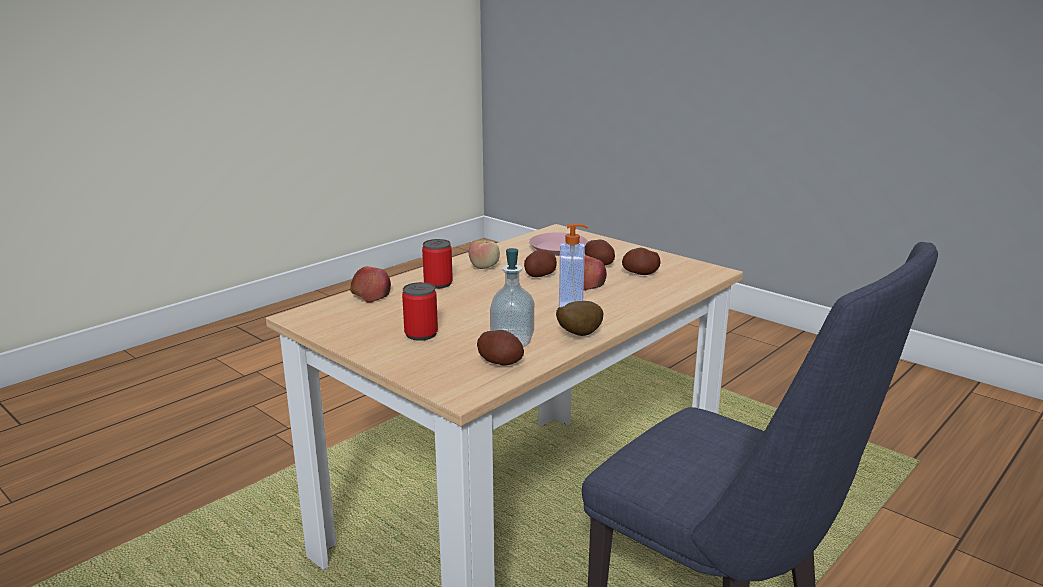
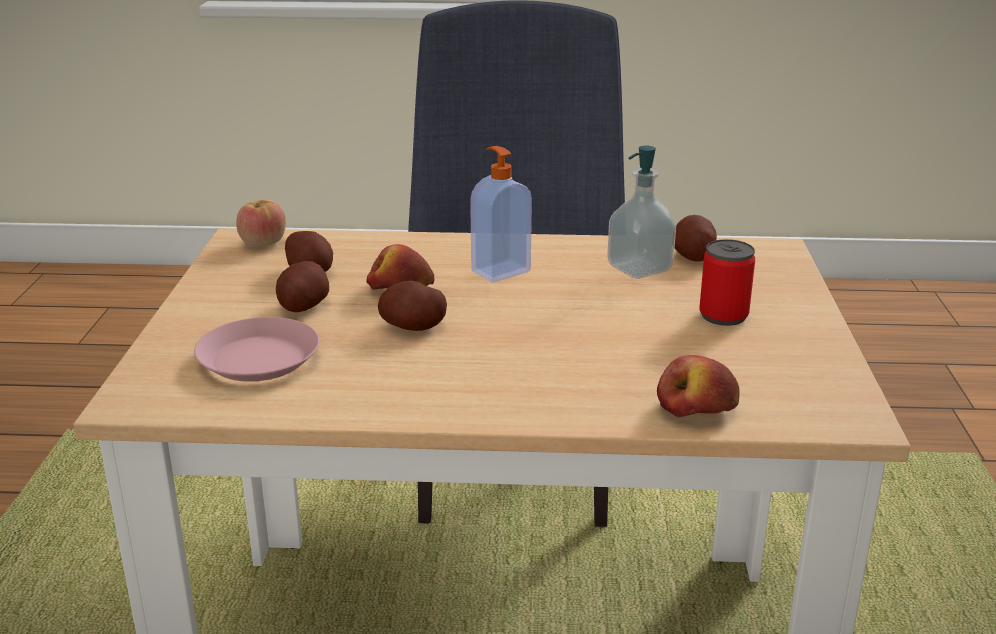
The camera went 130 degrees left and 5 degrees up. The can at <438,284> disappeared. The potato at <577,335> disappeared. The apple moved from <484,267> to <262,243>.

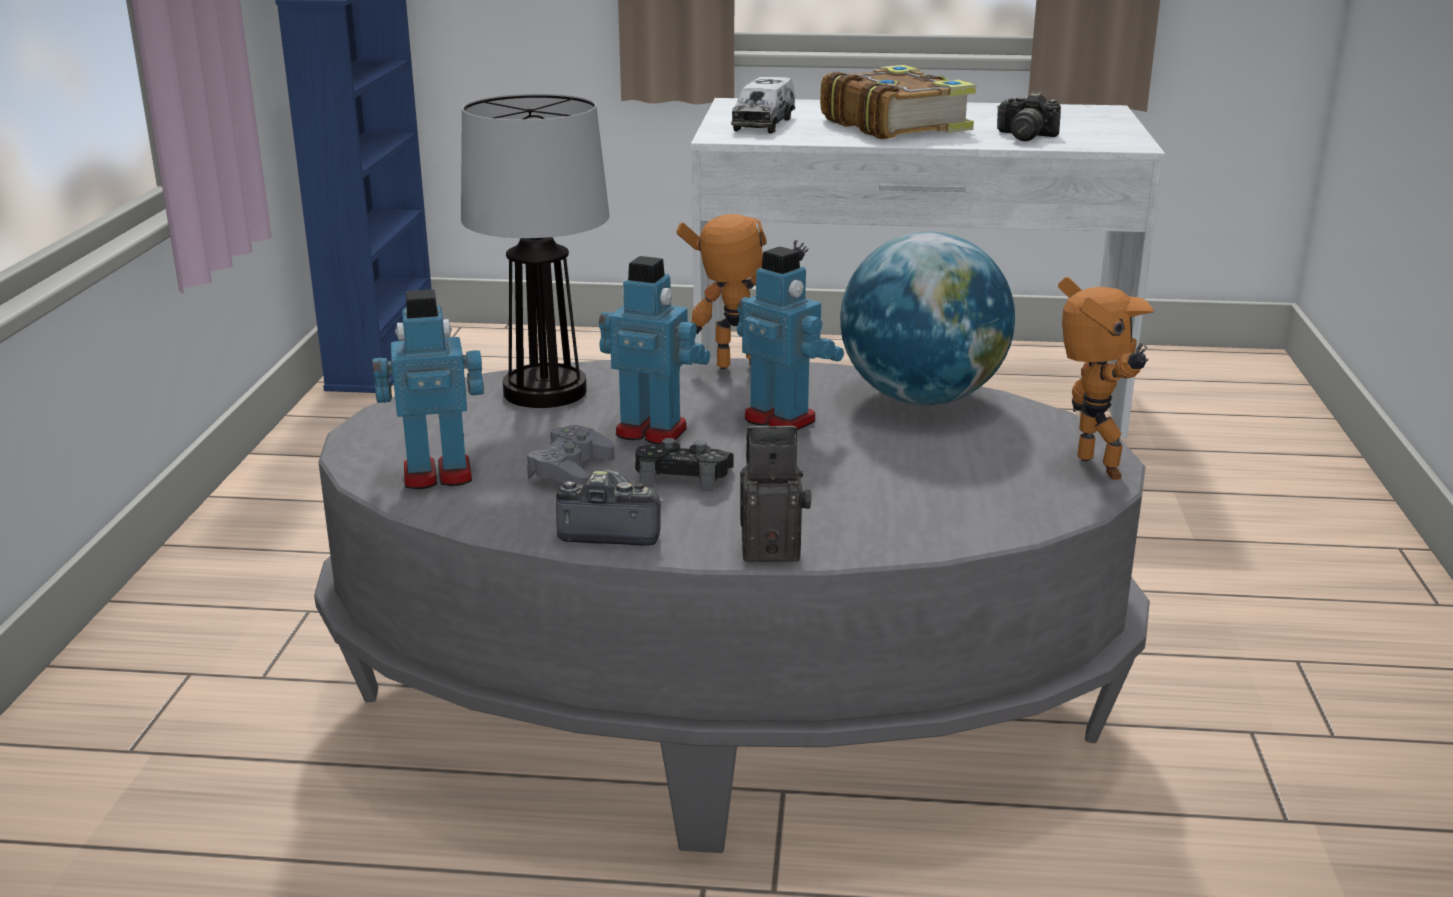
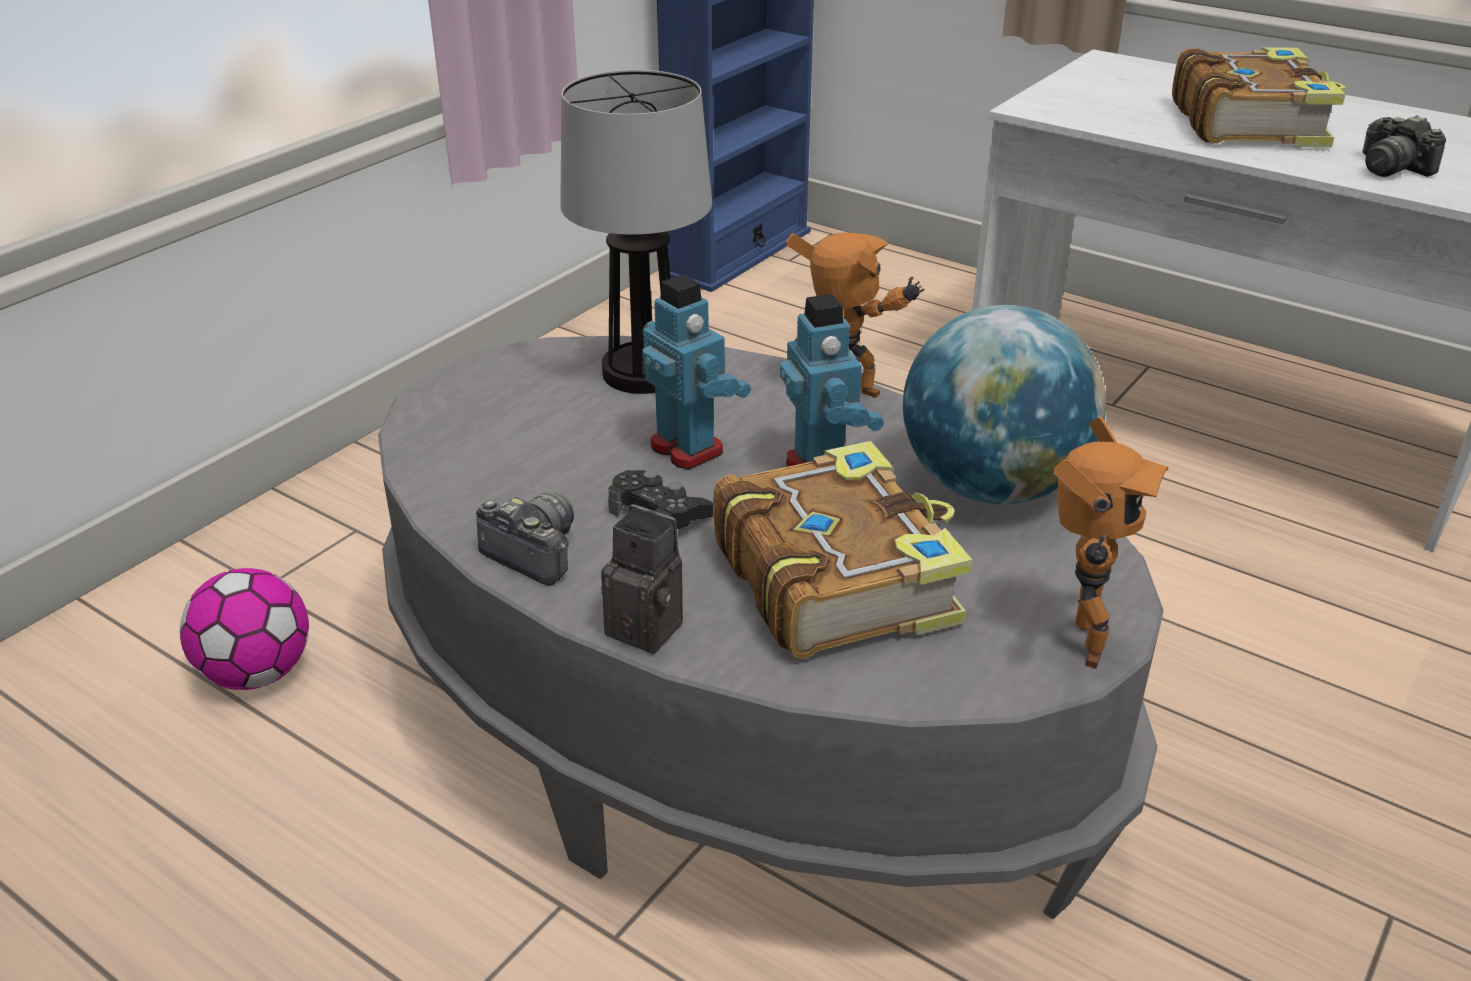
The camera went 30 degrees right and 10 degrees up. The toy robot at <437,474> disappeared. The game controller (grey) at <571,470> disappeared. The toy truck at <764,123> disappeared. The football at <257,674> appeared. The book at <835,577> appeared.

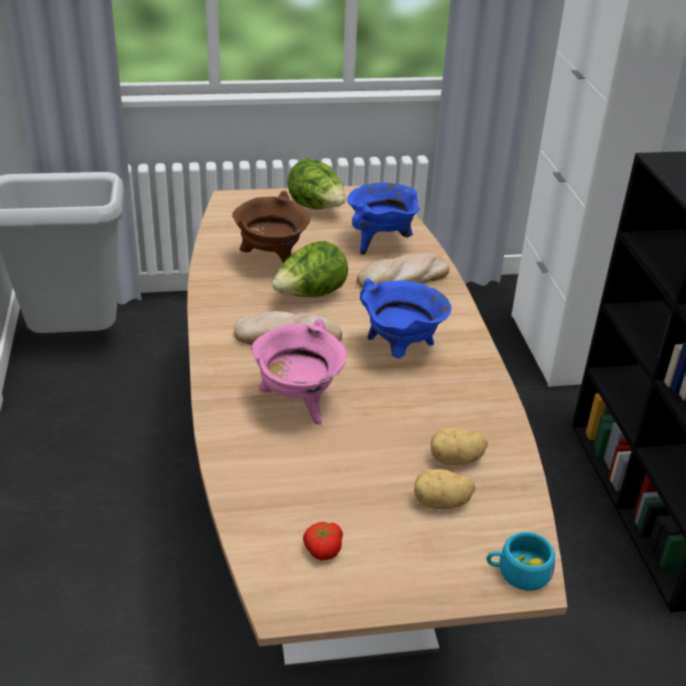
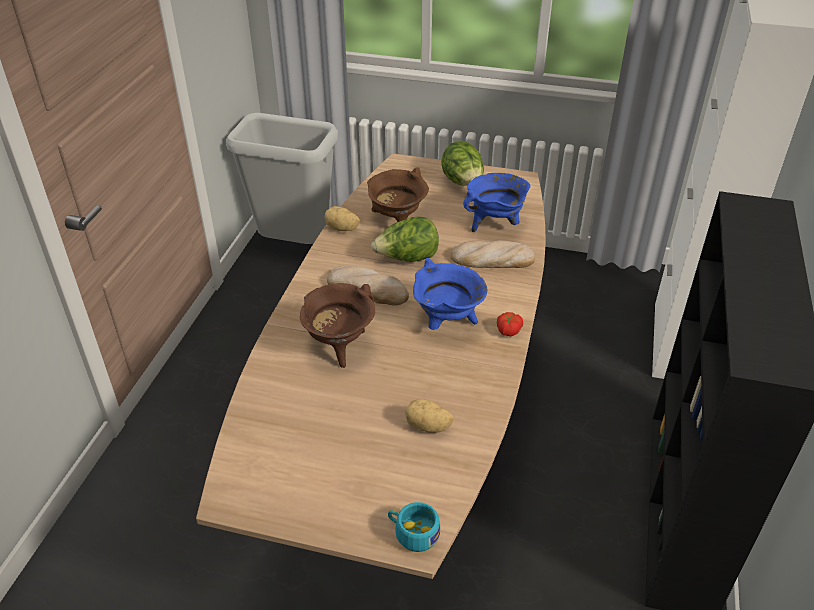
The camera went 25 degrees right and 5 degrees up. The tomato moved from <322,549> to <508,330>. The potato moved from <441,503> to <342,229>. The cooking pot (pink) at <299,403> became the cooking pot (brown) at <339,346>.

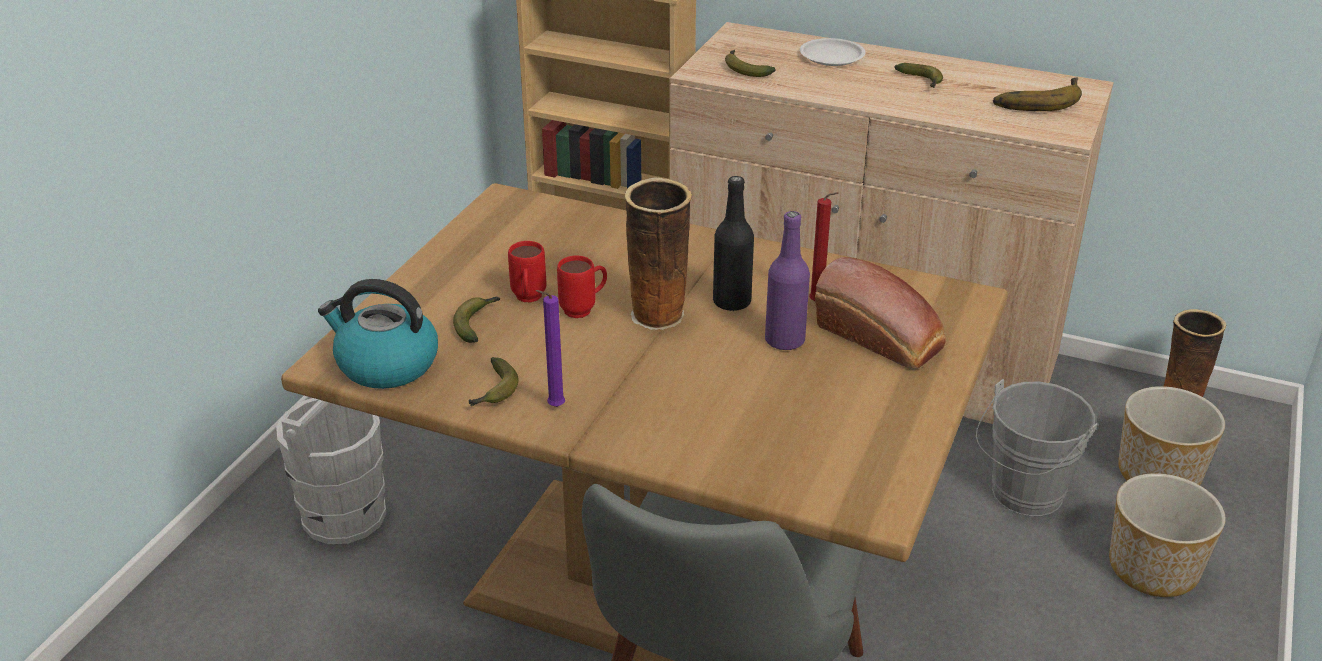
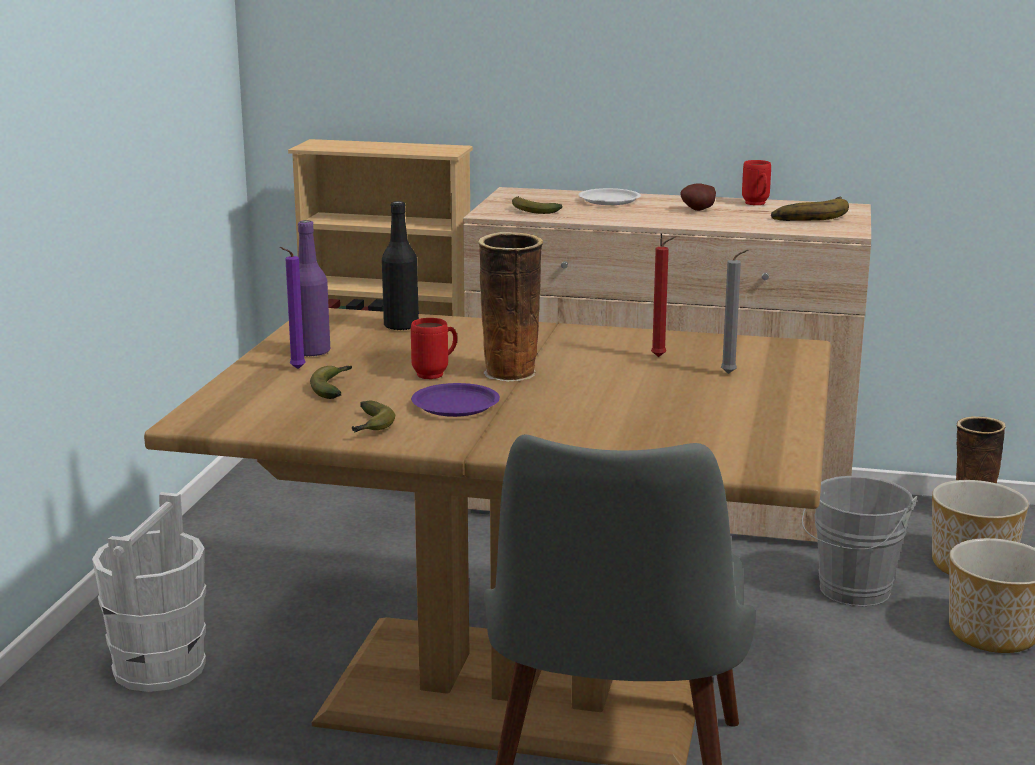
The camera went 10 degrees left and 15 degrees down. The kettle at <385,365> disappeared. The plate (purple) at <455,406> appeared. The mug (red) moved from <528,300> to <757,205>. The candle (purple) moved from <553,407> to <295,369>. The bottle (black) moved from <731,302> to <401,326>. The bottle (purple) moved from <784,340> to <312,352>. The bread at <882,339> was replaced by the candle (grey) at <731,374>. The banana at <921,82> was replaced by the potato at <699,210>.

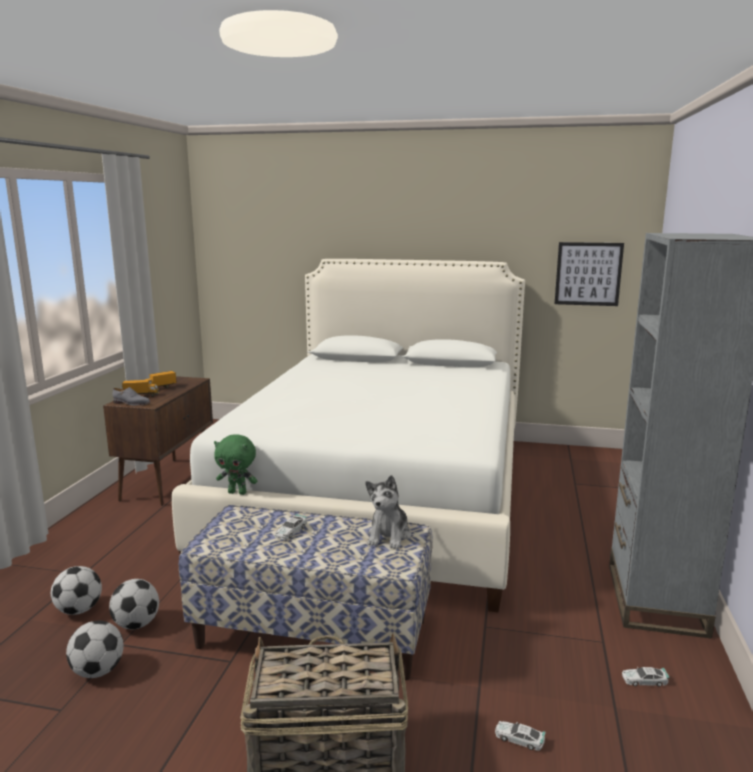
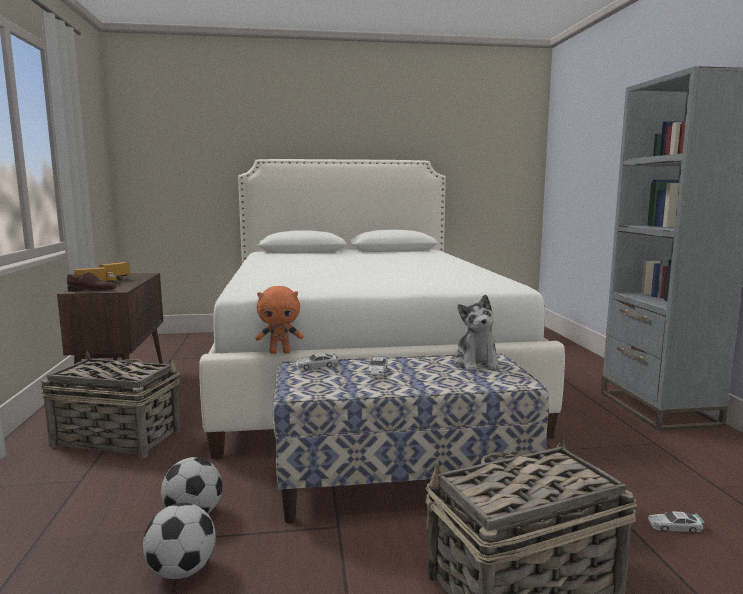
The camera went 20 degrees left and 5 degrees down. The football at <79,610> disappeared. The picture at <588,274> disappeared. The basket at <116,438> appeared. The toy car moved from <644,680> to <316,366>. The shoe (grey) at <131,403> became the shoe (brown) at <92,290>. The plush toy (green) at <238,492> became the plush toy (orange) at <280,352>.

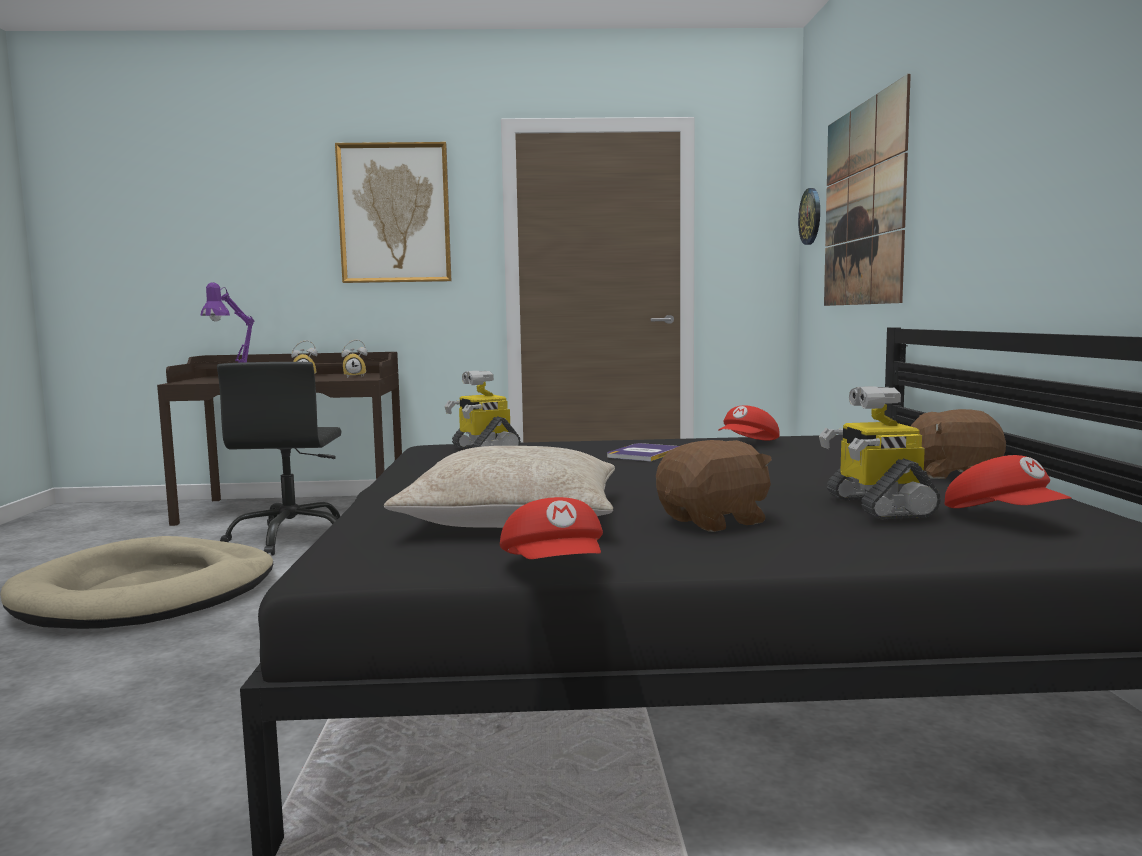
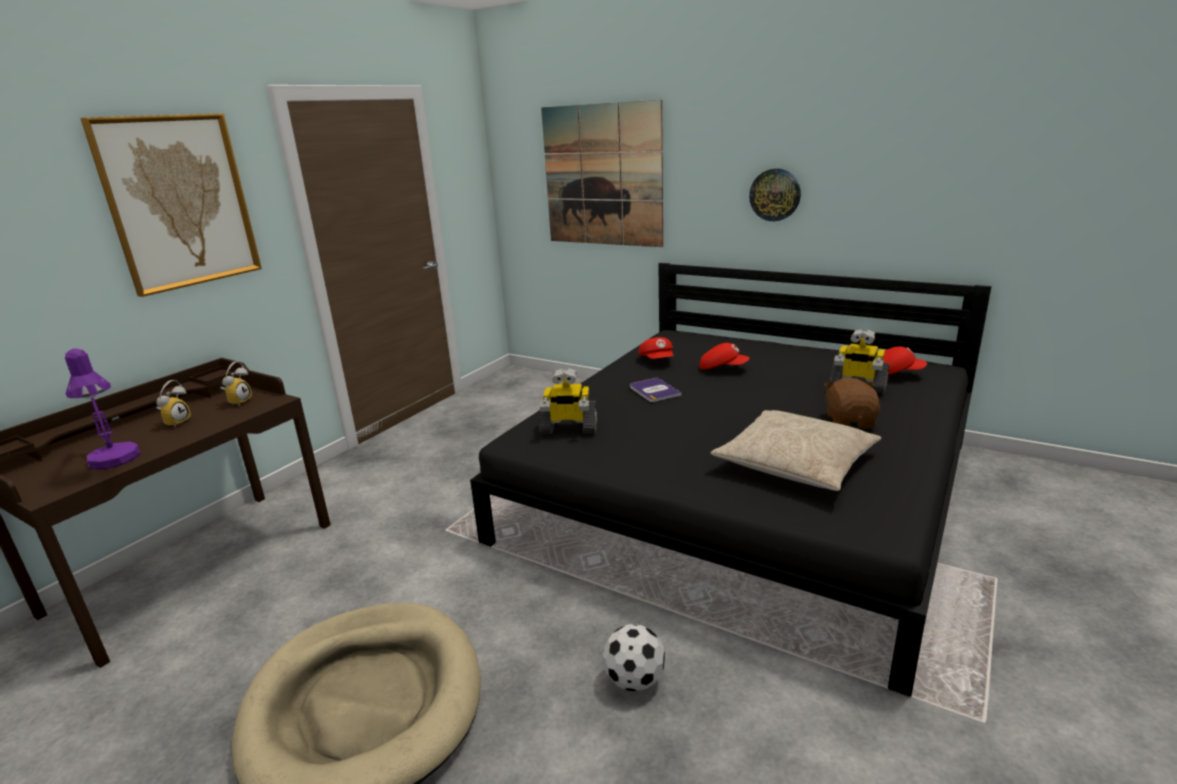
The camera went 55 degrees left and 15 degrees up. The office chair (black) at <291,537> disappeared. The plush toy (brown) at <952,474> disappeared. The football at <634,679> appeared. The cap (red) moved from <556,569> to <723,368>. The wall clock moved from <811,216> to <775,195>.

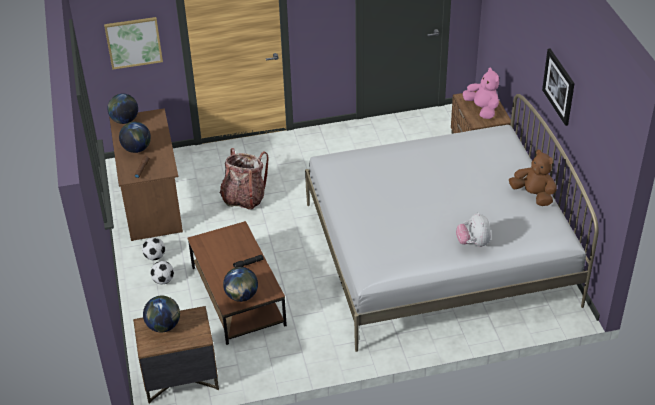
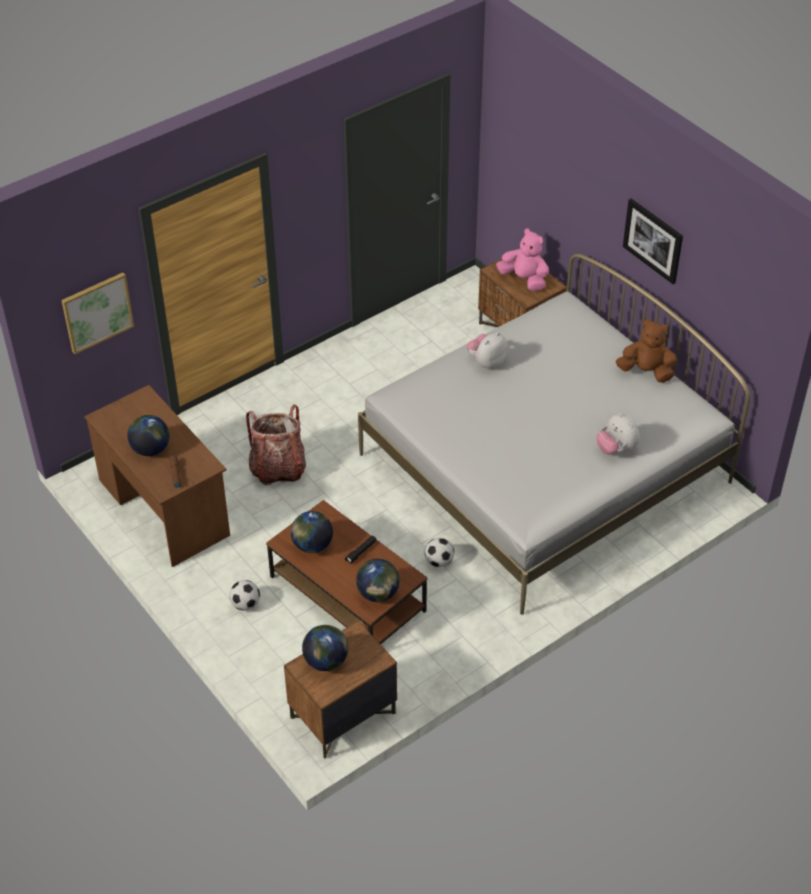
The camera went 25 degrees left and 5 degrees up. The plush toy at <487,362> appeared. The globe moved from <124,120> to <312,545>. The football moved from <155,257> to <439,561>.

